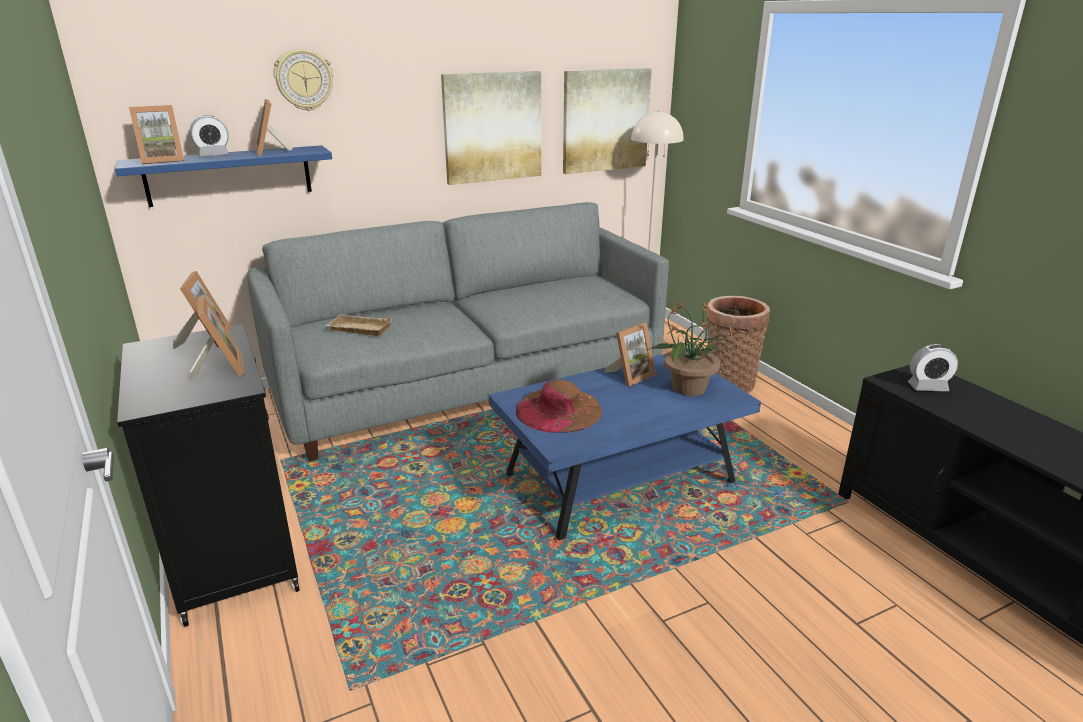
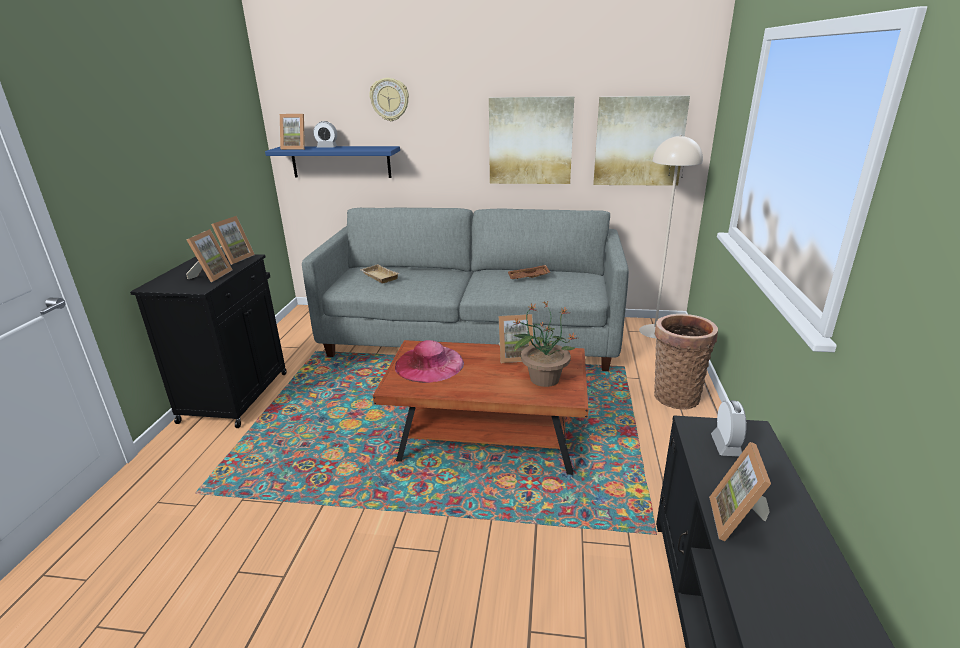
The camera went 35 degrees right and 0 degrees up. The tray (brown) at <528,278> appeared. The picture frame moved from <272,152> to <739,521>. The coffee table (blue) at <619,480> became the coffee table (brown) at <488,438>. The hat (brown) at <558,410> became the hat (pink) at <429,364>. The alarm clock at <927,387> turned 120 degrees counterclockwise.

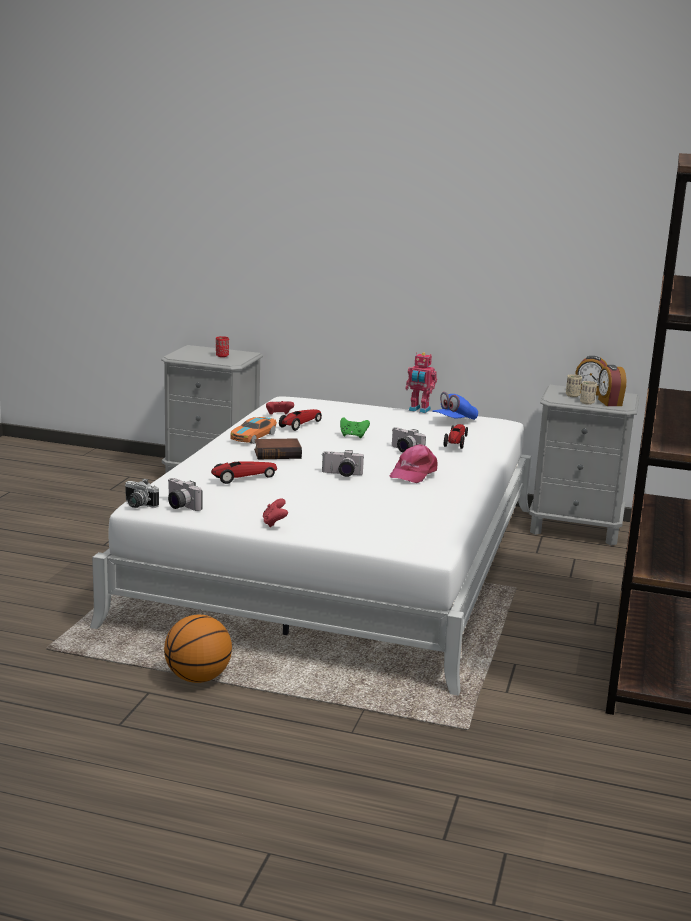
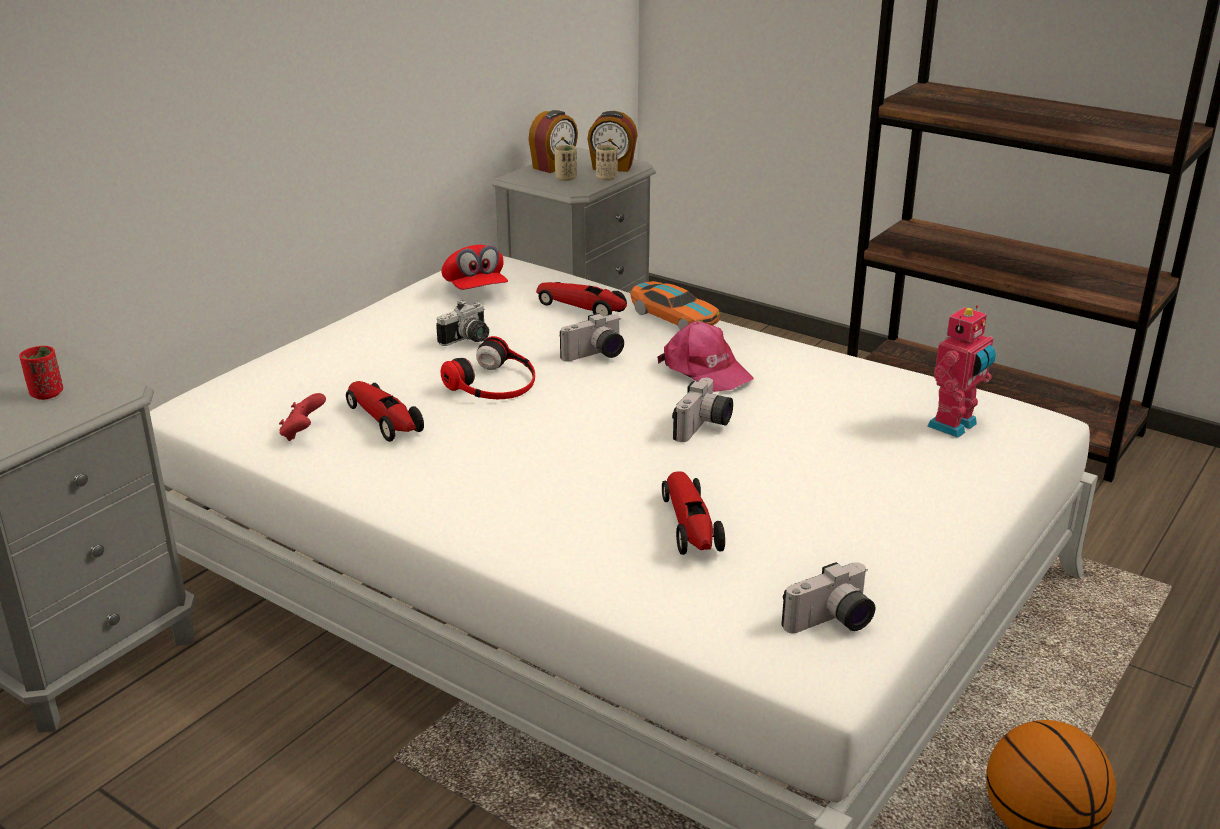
The camera went 70 degrees left and 10 degrees up. The book at <278,453> disappeared. The game controller (red) at <274,523> disappeared. The photo camera moved from <137,505> to <468,340>. The toy car moved from <253,436> to <674,317>. The toy robot moved from <419,410> to <955,426>. The game controller (green) at <353,436> was replaced by the headphones at <494,382>. The cap (blue) at <454,421> became the cap (red) at <475,290>.

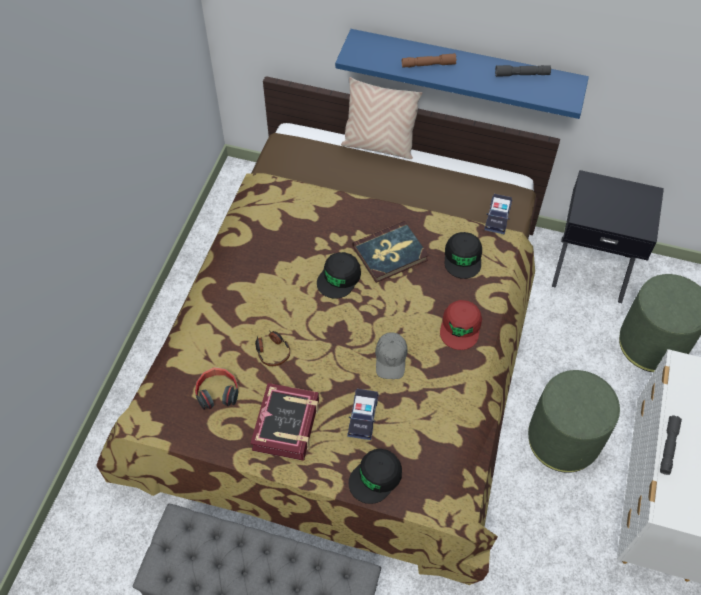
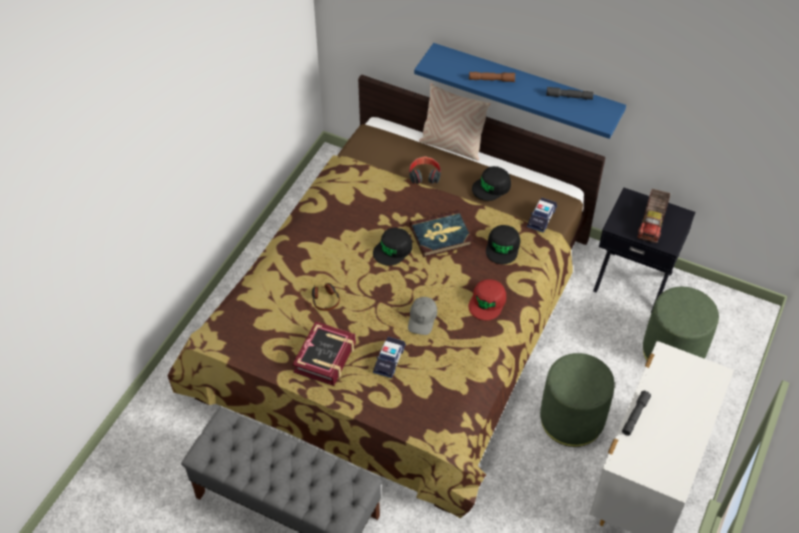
The camera went 10 degrees right and 5 degrees down. The toy truck at <652,223> appeared. The headphones moved from <217,392> to <424,175>. The cap (black) moved from <376,477> to <491,187>.

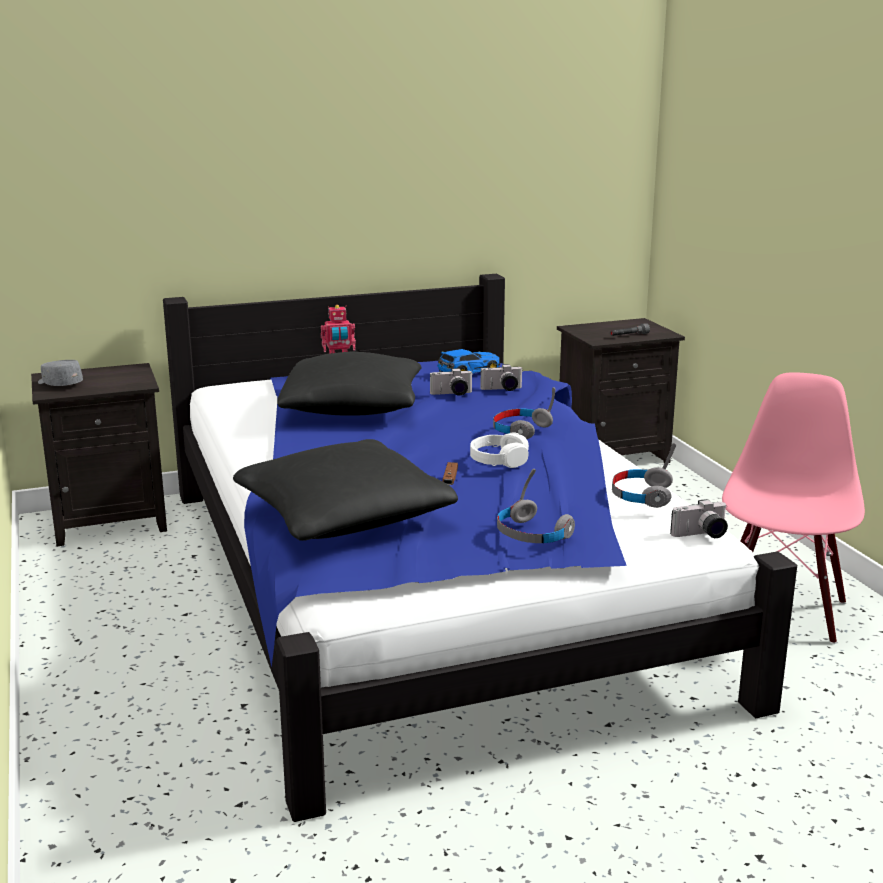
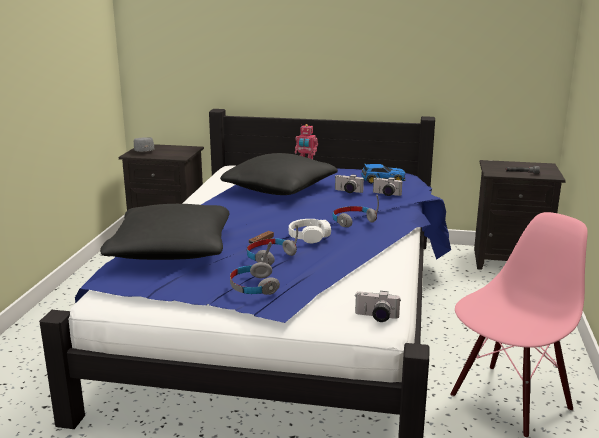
The camera went 30 degrees right and 0 degrees up. The headphones (grey) moved from <641,496> to <270,257>.

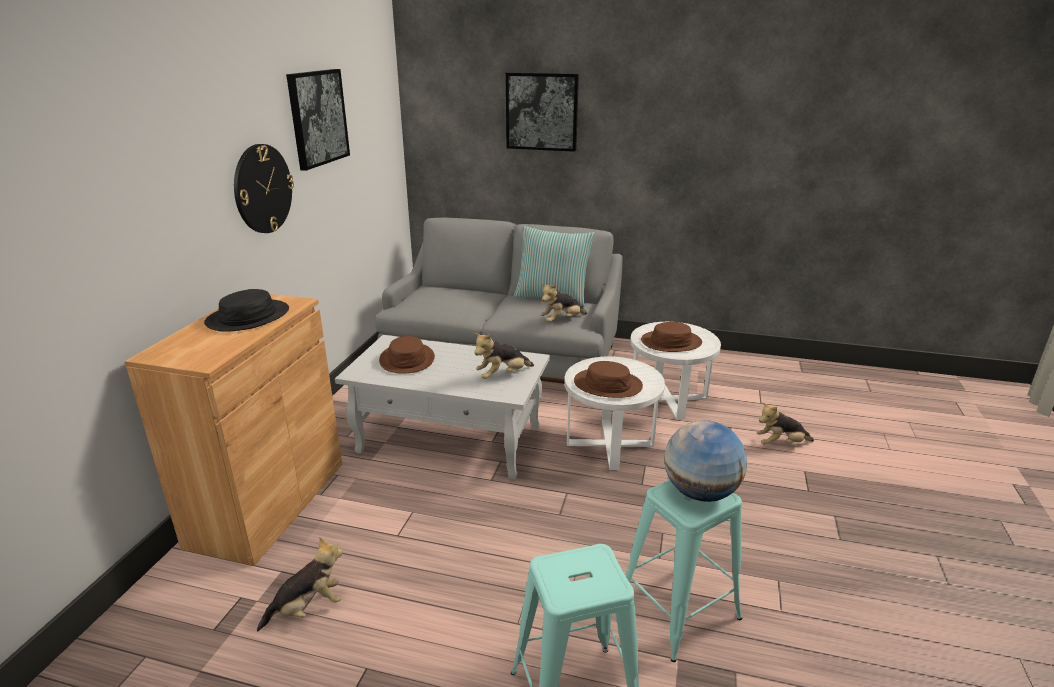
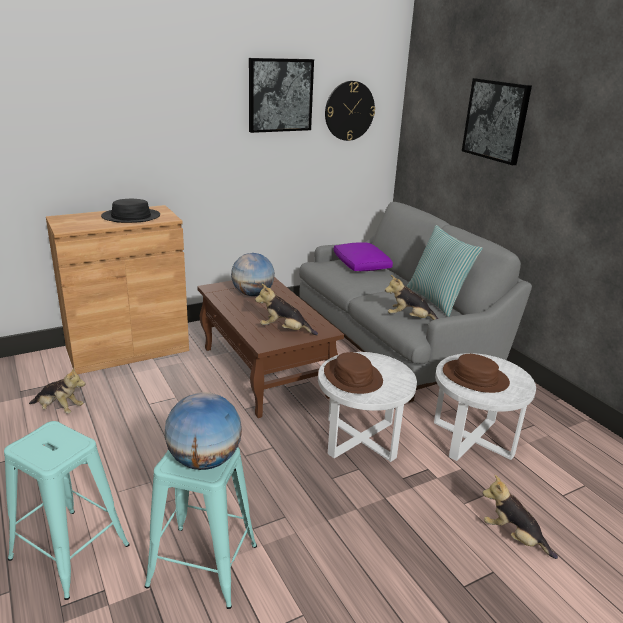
The camera went 45 degrees right and 0 degrees up. The pillow (purple) at <361,265> appeared. The wall clock moved from <263,189> to <349,111>. The hat (brown) at <407,359> was replaced by the globe at <253,294>. The coffee table (white) at <451,440> became the coffee table (brown) at <265,372>.

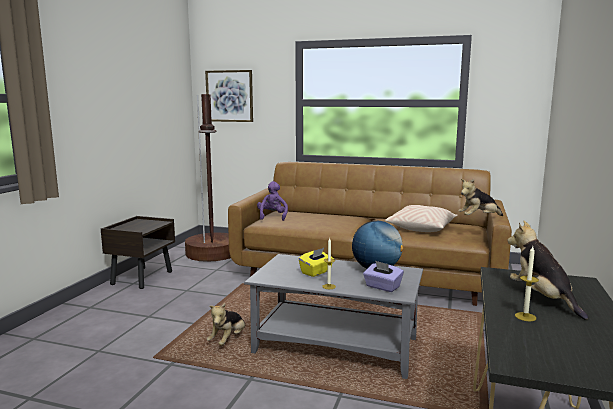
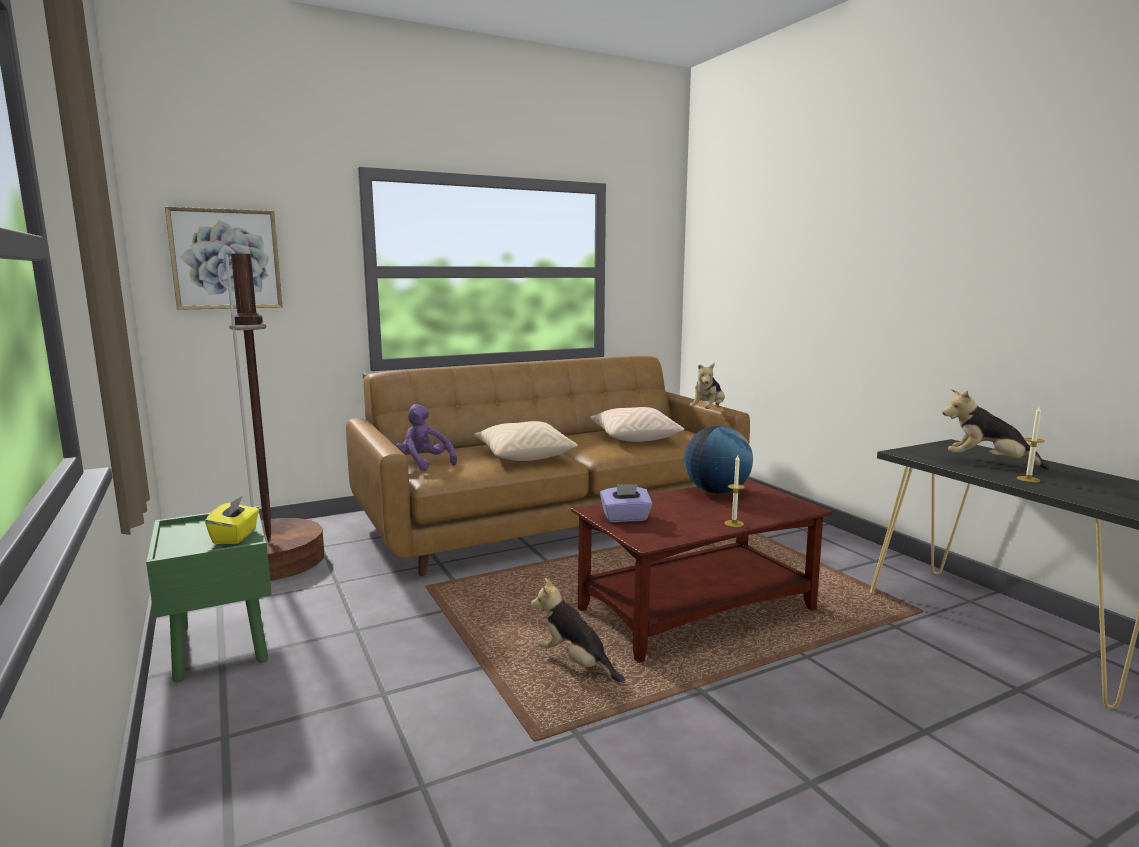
The camera went 45 degrees left and 0 degrees up. The pillow (beige) at <523,455> appeared. The tissue box (yellow) moved from <316,272> to <235,536>. The tissue box (purple) moved from <382,287> to <625,518>. The nightstand (brown) at <142,278> became the nightstand (green) at <220,644>. The coffee table (grey) at <337,346> became the coffee table (brown) at <697,609>. The plush toy at <228,340> turned 150 degrees clockwise.

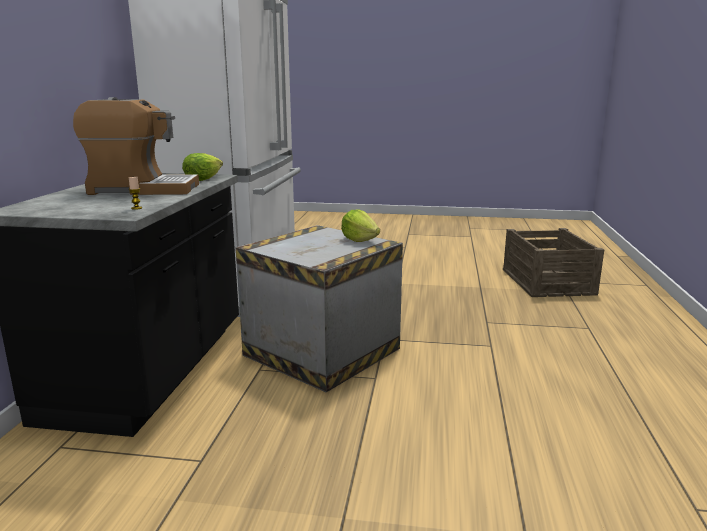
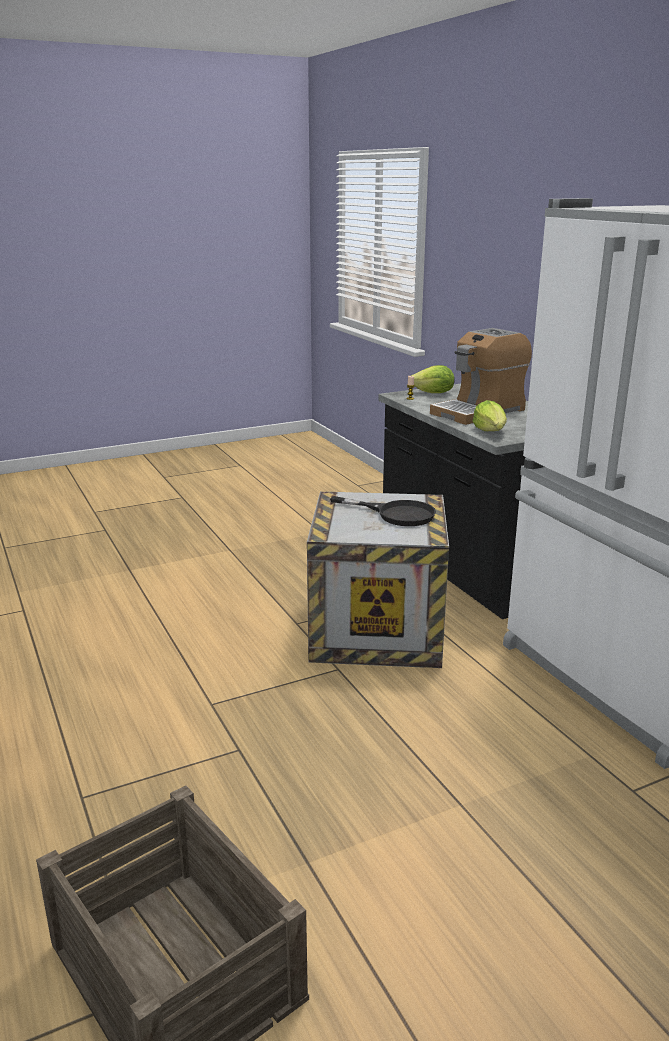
The camera went 145 degrees right and 5 degrees up. The frying pan (black) at <396,514> appeared. The lettuce moved from <359,240> to <433,393>.

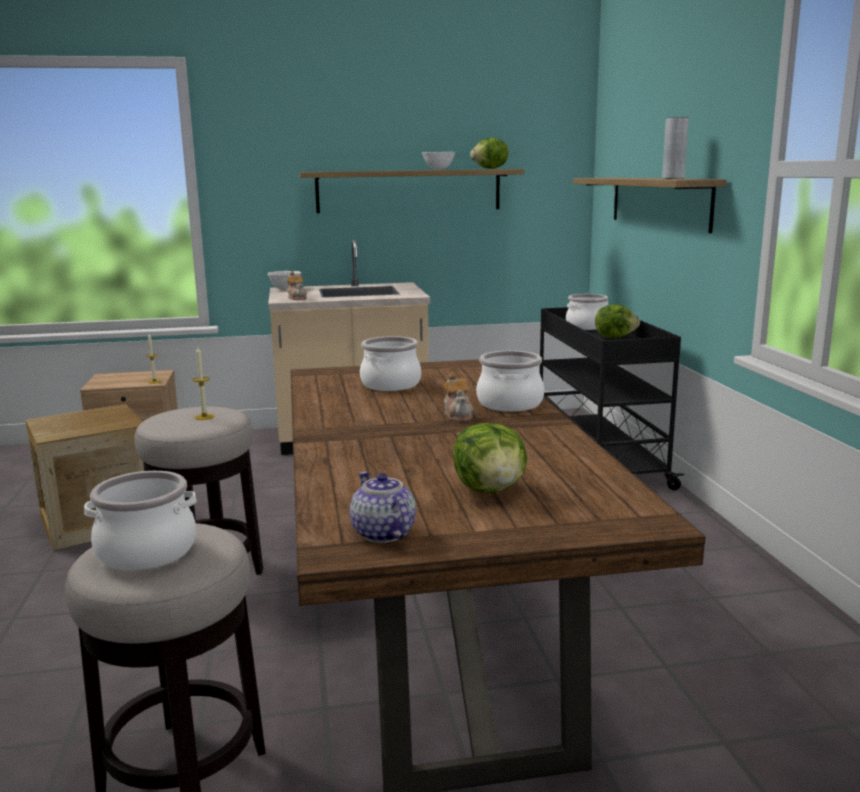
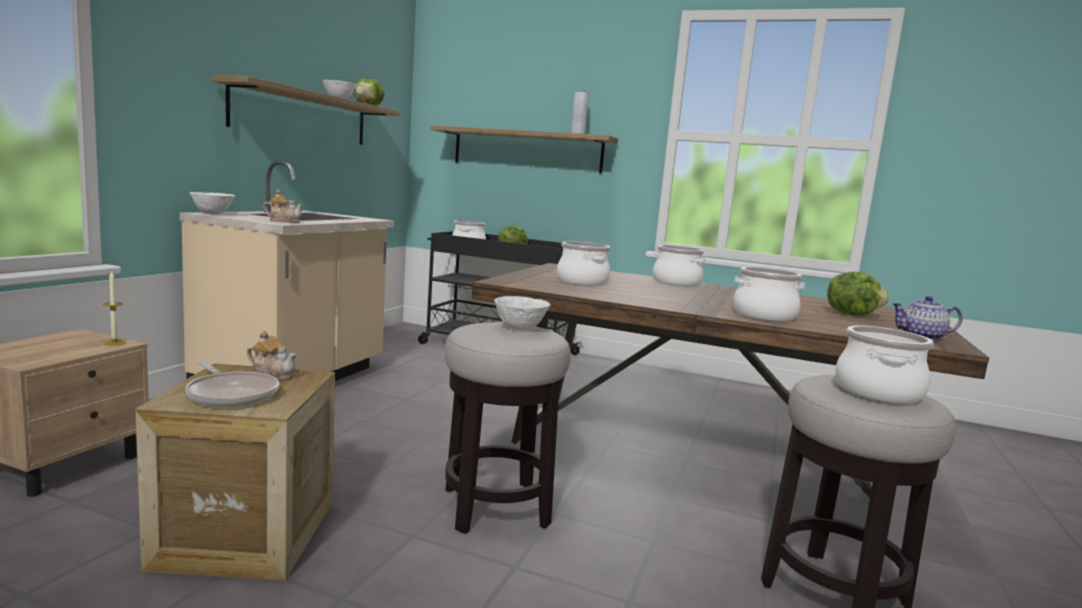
The camera went 60 degrees left and 5 degrees down. The frying pan at <231,394> appeared. The cooking pot at <764,315> appeared. The teapot moved from <458,415> to <273,374>. The candle at <204,417> was replaced by the bowl (white) at <520,329>.

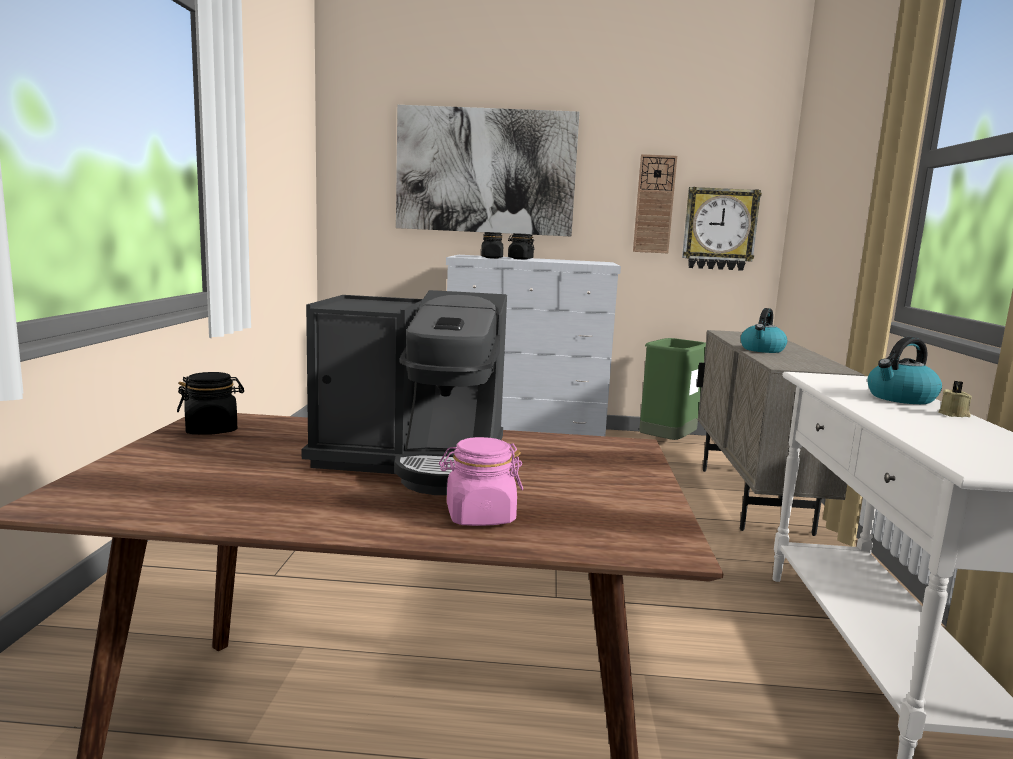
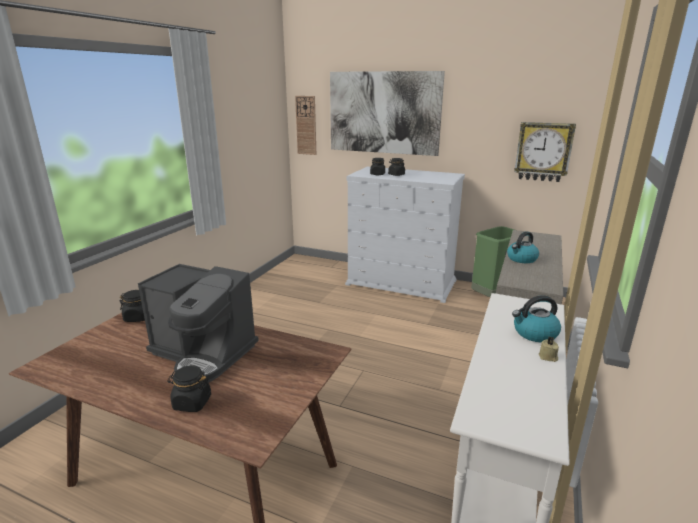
The camera went 20 degrees right and 10 degrees up. The wall clock moved from <654,204> to <306,125>. The jar (pink) at <479,516> became the jar (black) at <192,403>.

